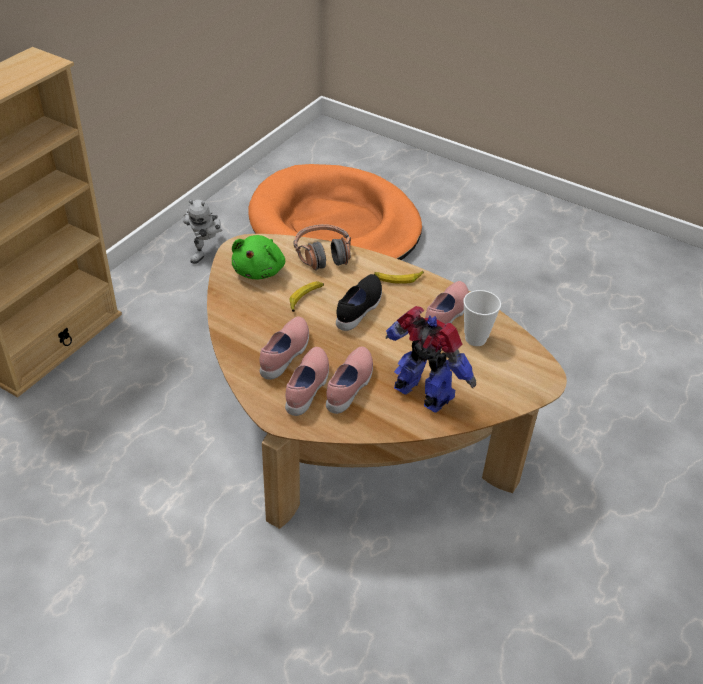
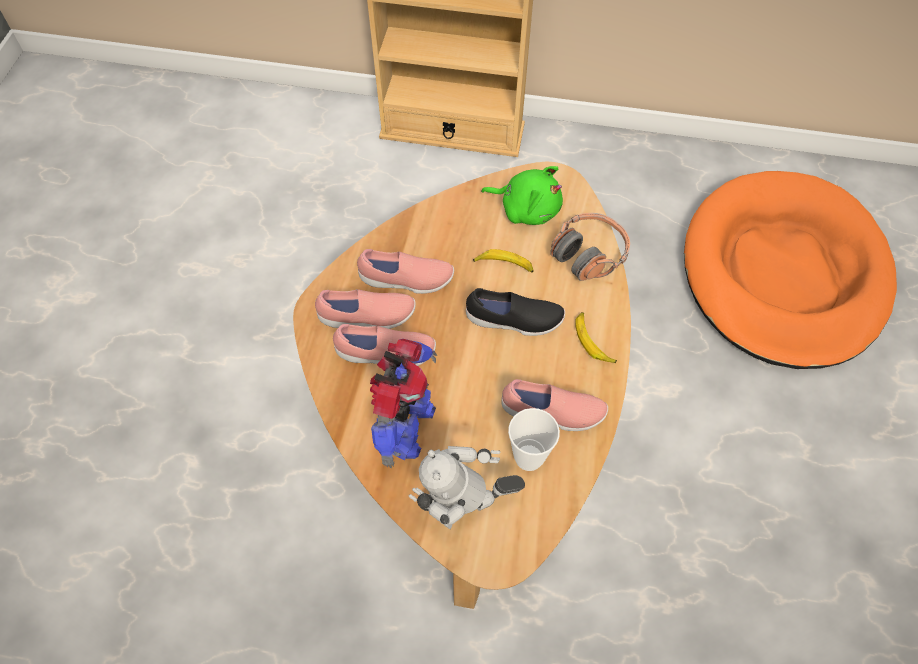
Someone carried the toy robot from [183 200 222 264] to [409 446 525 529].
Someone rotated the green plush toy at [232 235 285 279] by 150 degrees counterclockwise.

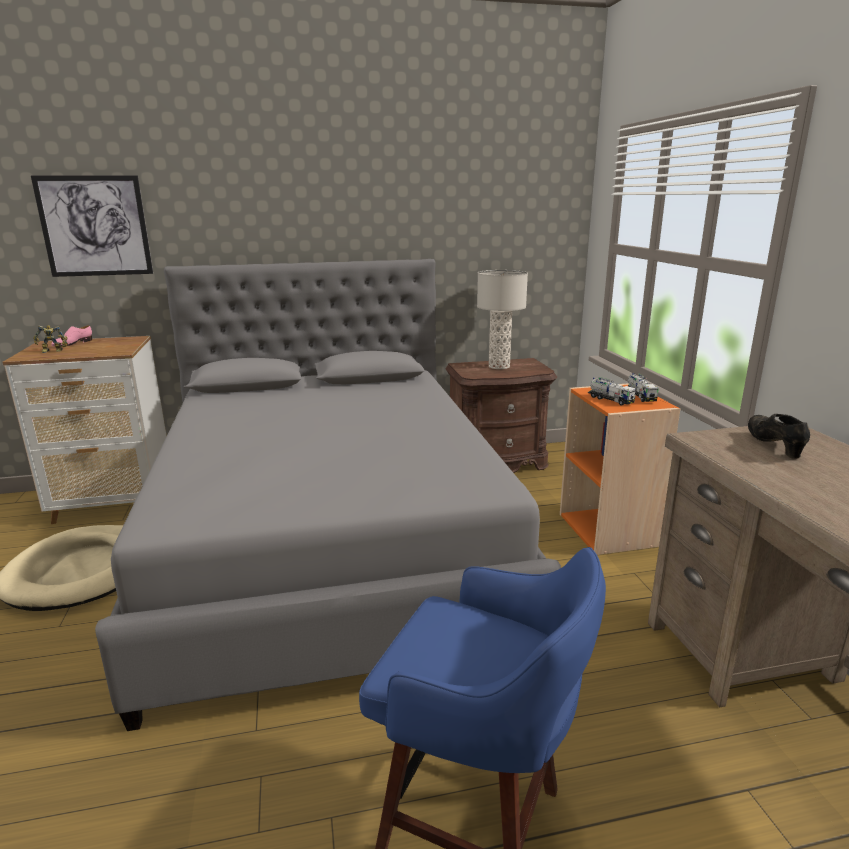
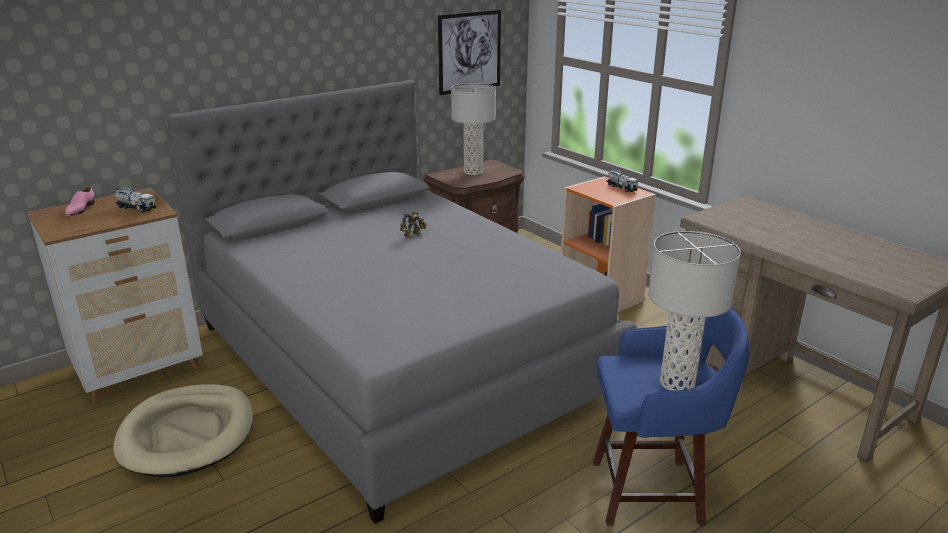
Someone took away the black shoe at [748 414 810 459].
Someone put down the white table lamp at [648 231 741 391].
Someone carried the picture from [31 175 153 277] to [438 10 501 95].
Someone carried the toy robot from [33 325 68 353] to [400 210 427 238].
Someone carried the toy truck from [588 377 636 406] to [115 187 156 213].

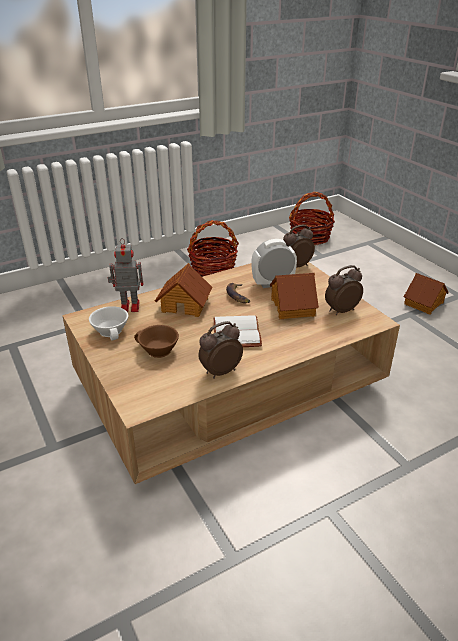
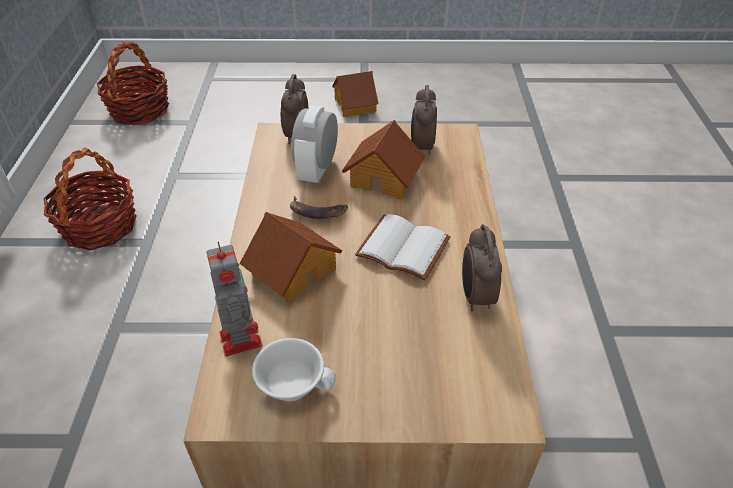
Someone took away the brown cup at [134 325 179 358].
Someone rotated the toy robot at [108 238 143 312] by 135 degrees clockwise.

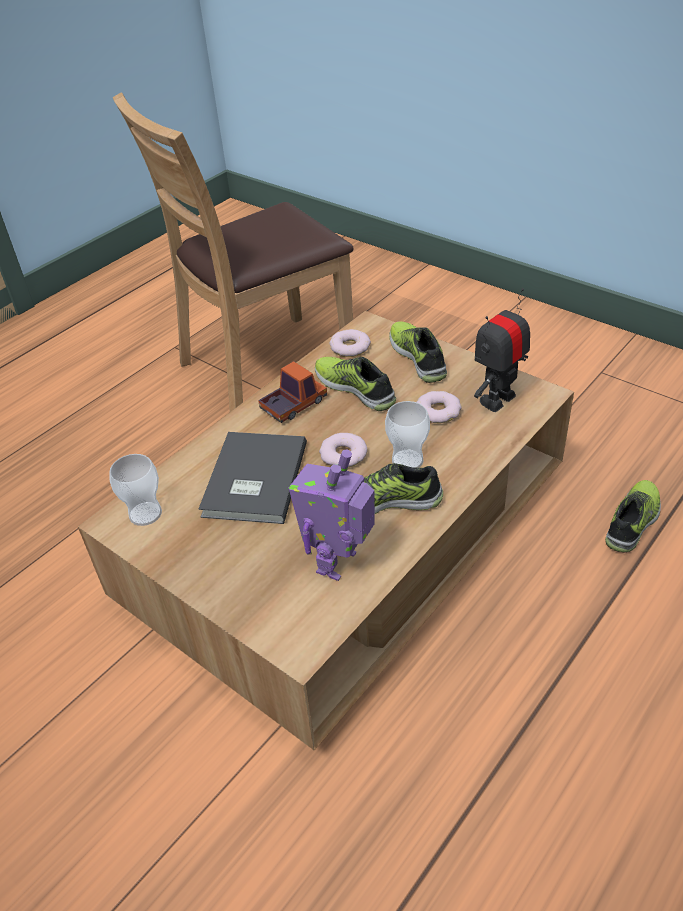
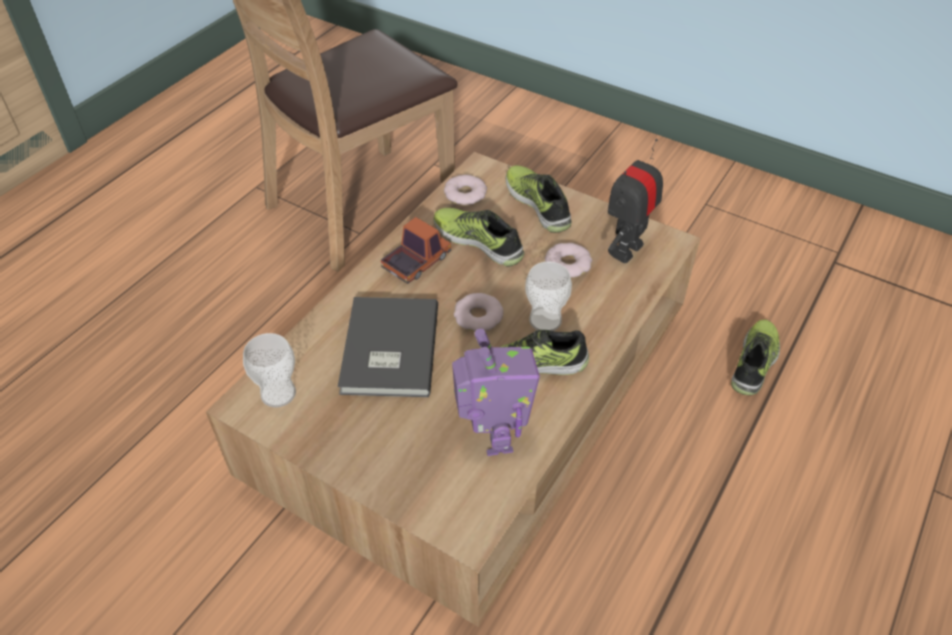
Someone rotated the toy robot at [289 449 375 581] by 150 degrees clockwise.

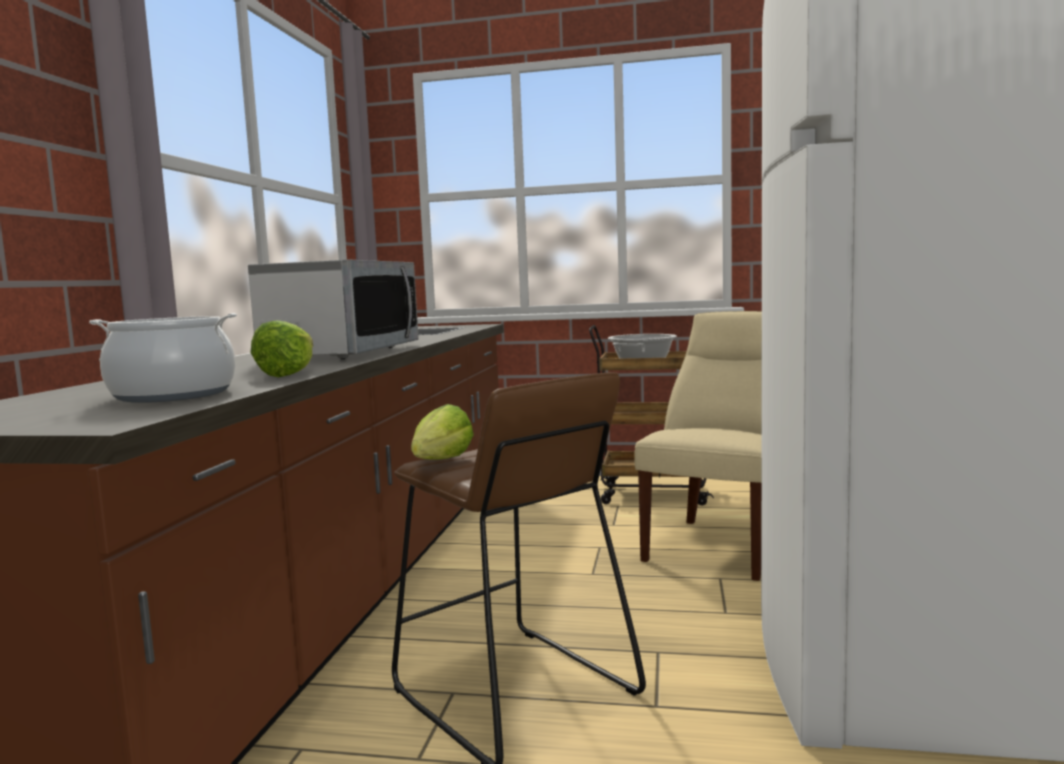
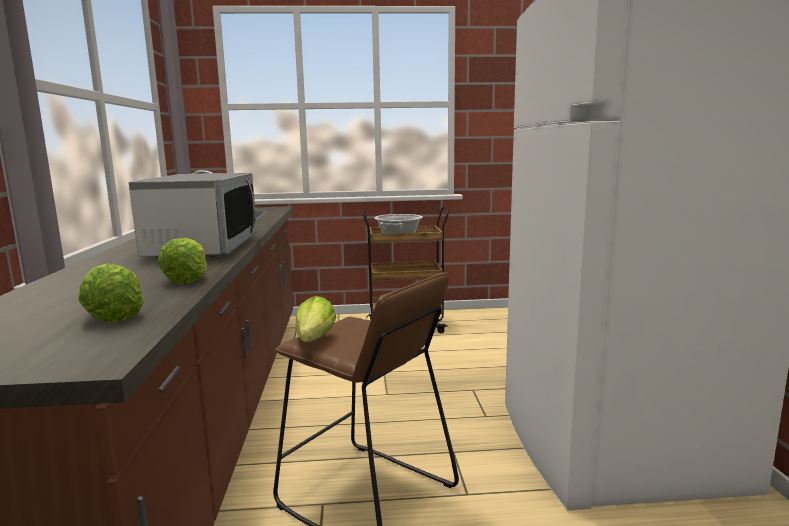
Someone took away the beige chair at [634 311 762 581].
Someone swapped the cooking pot at [89 313 237 403] for the lettuce at [79 263 144 322].

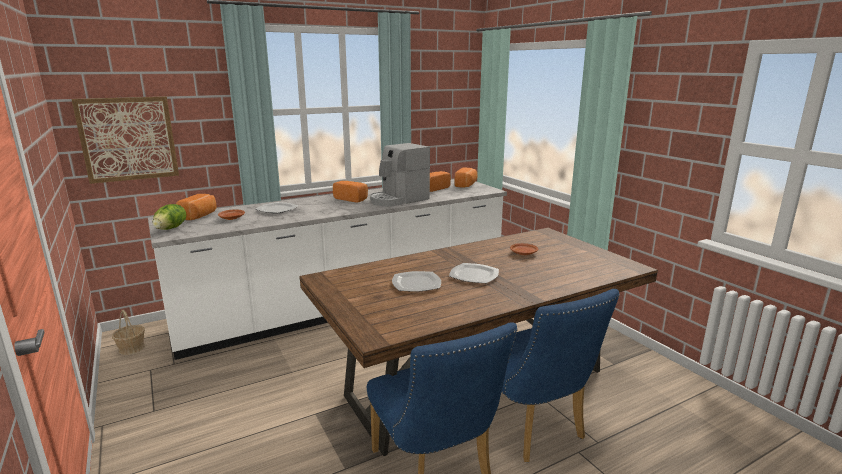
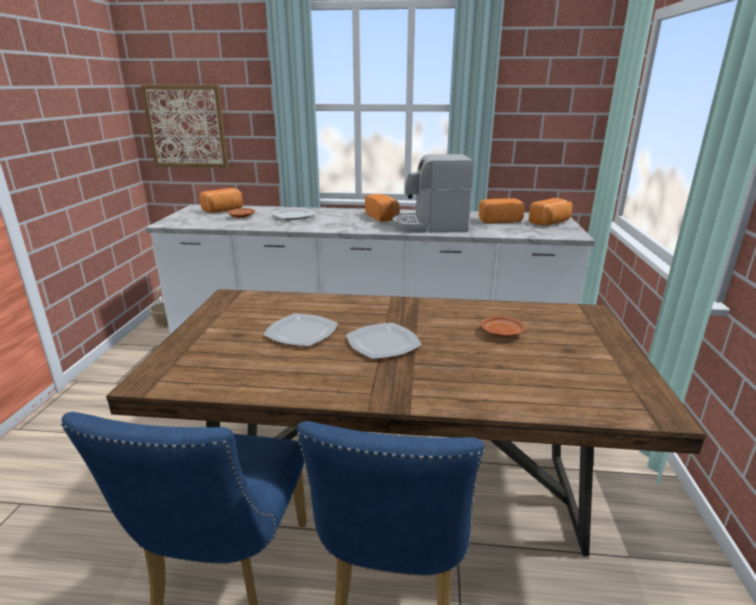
Someone took away the lettuce at [153 204 186 230].

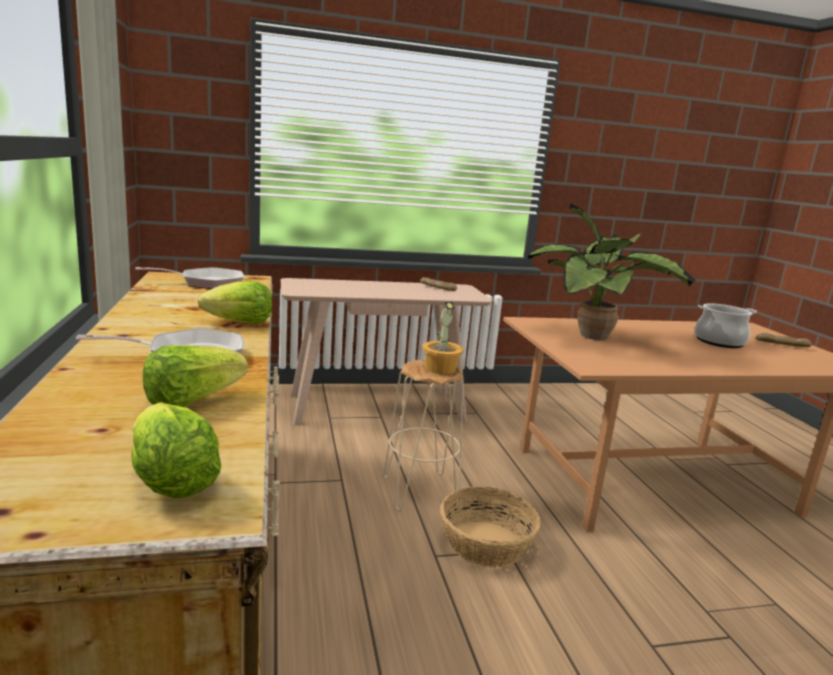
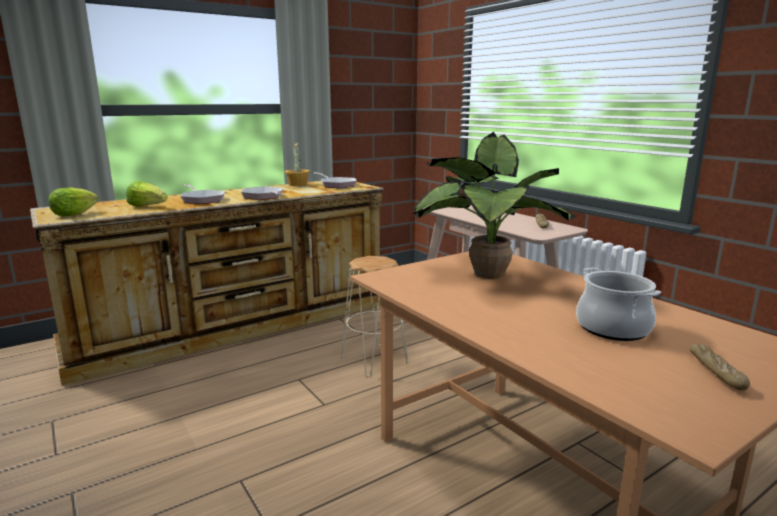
Someone took away the basket at [440 486 541 568].
Someone carried the potted plant from [422 302 464 374] to [285 142 310 186].
Someone swapped the lettuce at [198 281 272 324] for the frying pan at [241 186 283 200].

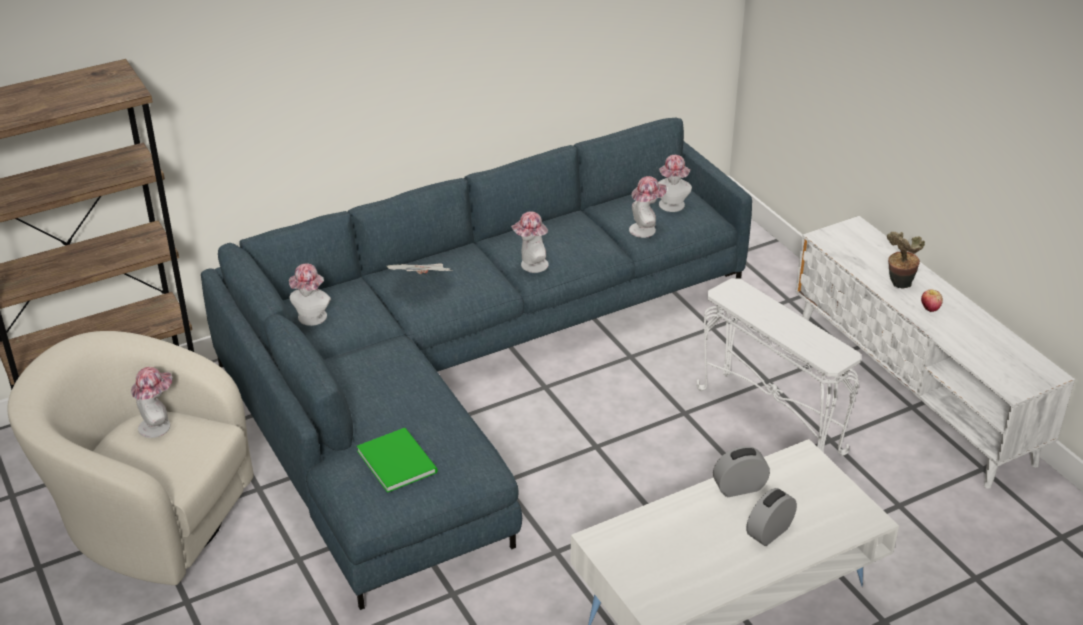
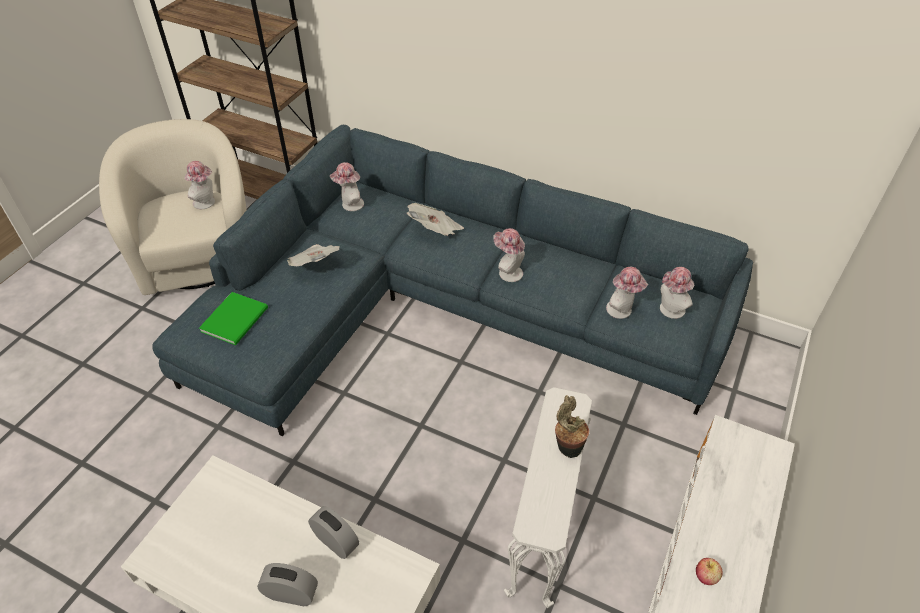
Someone put down the newspaper at [287 244 340 266].
Someone carried the potted plant from [887 232 925 289] to [555 395 589 458].

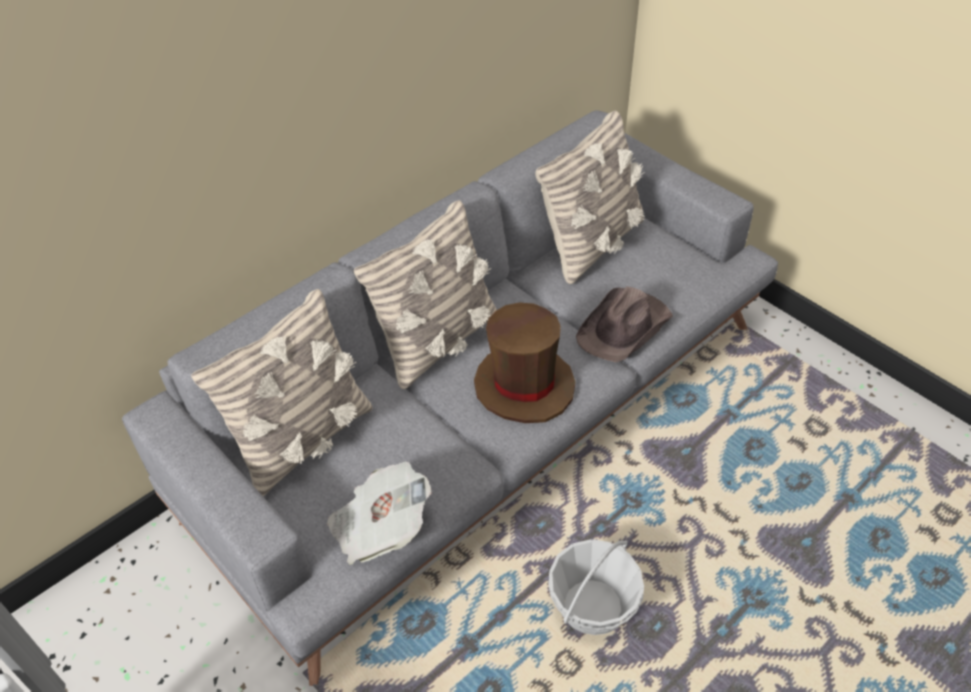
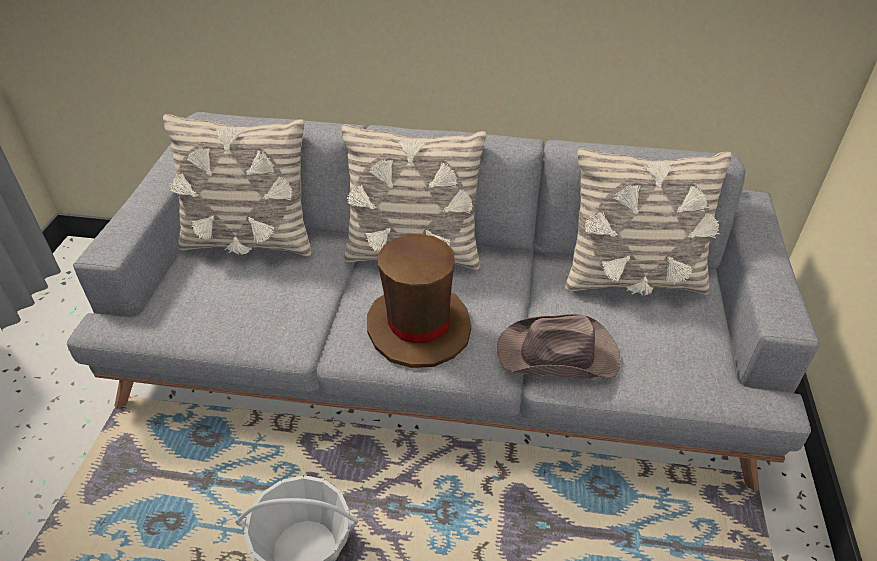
Someone took away the newspaper at [327 462 432 565].

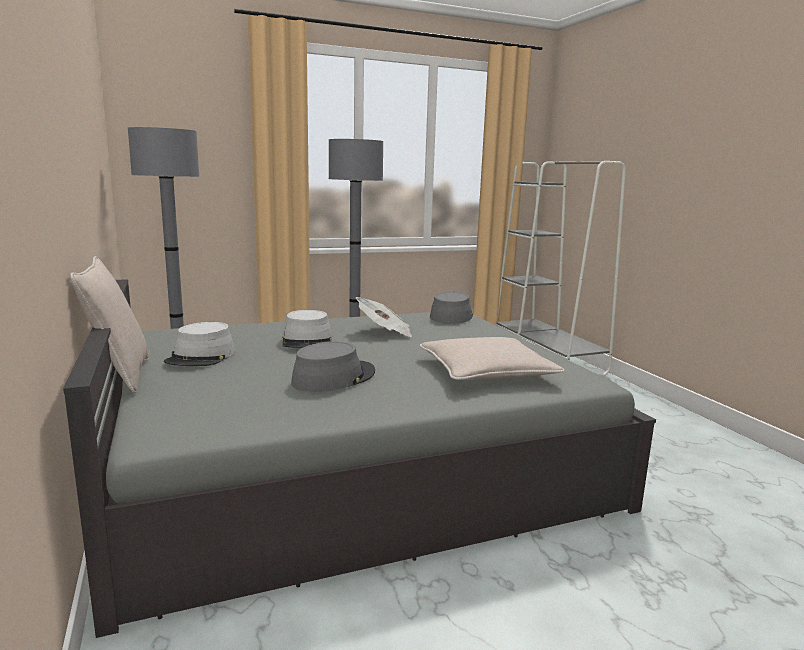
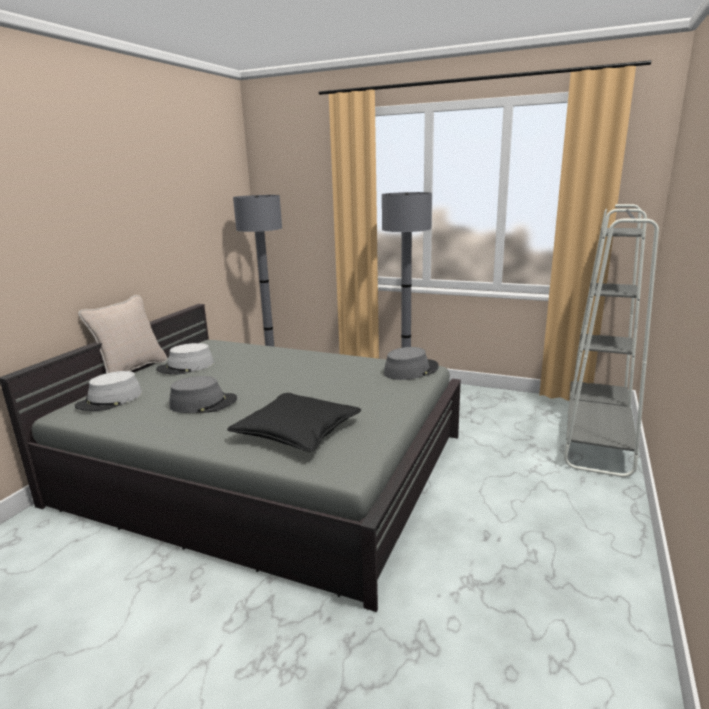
Someone took away the newspaper at [356 297 412 337].
Someone carried the grey hat from [282 310 333 348] to [75 371 142 411].
Someone repainted the beige pillow at [420 337 564 380], which became the black pillow at [227 393 361 452].

